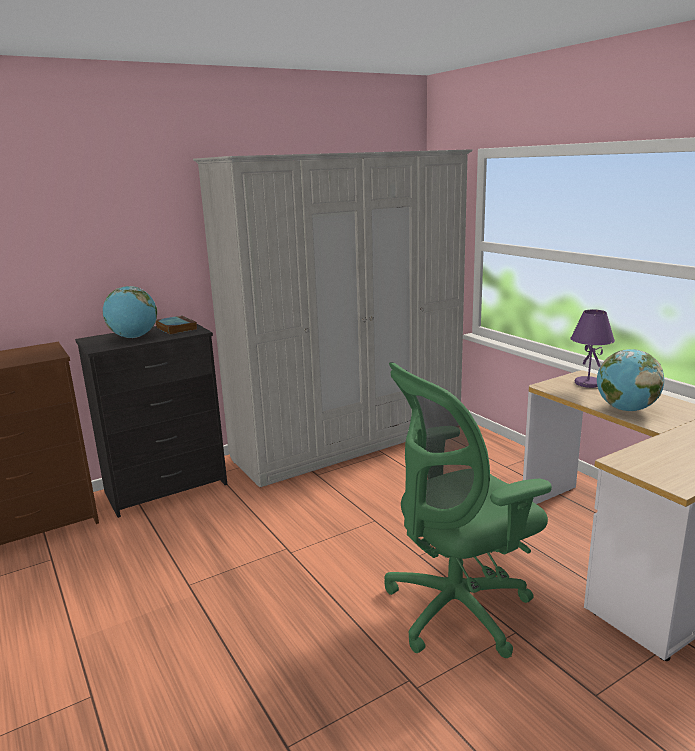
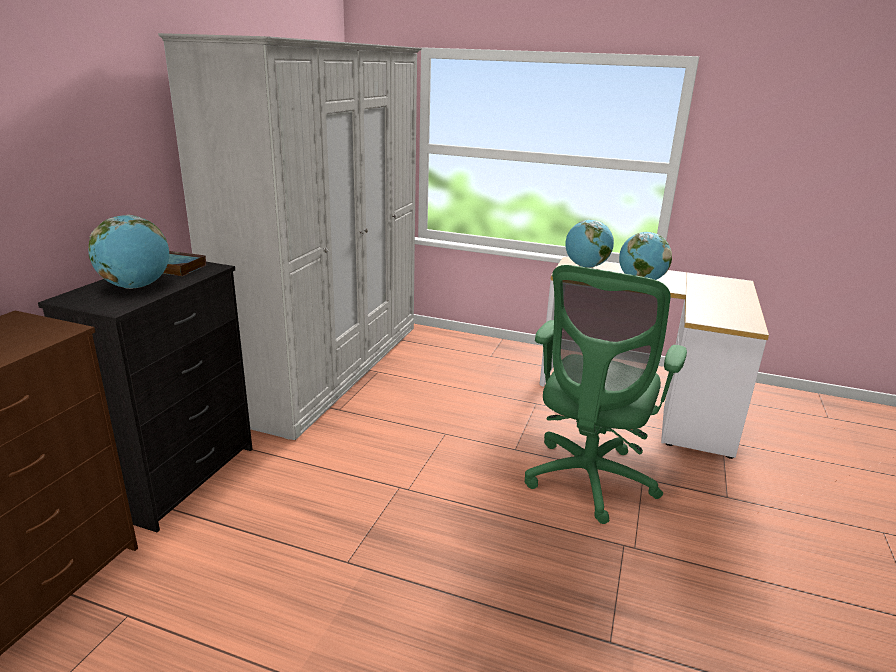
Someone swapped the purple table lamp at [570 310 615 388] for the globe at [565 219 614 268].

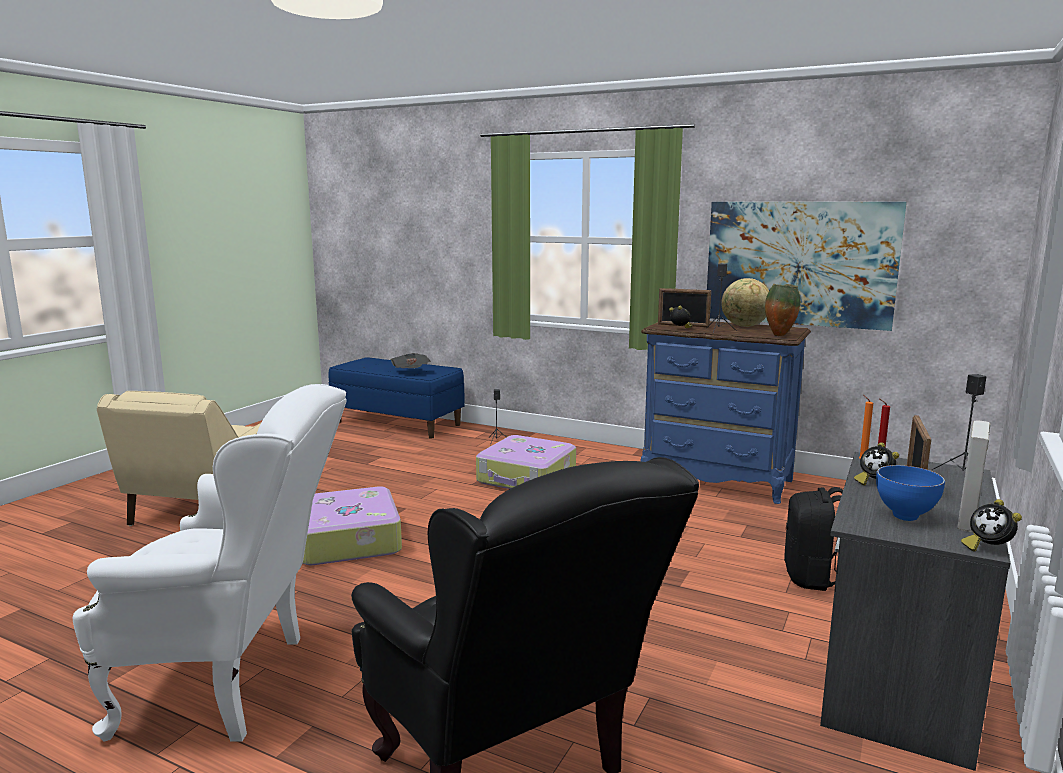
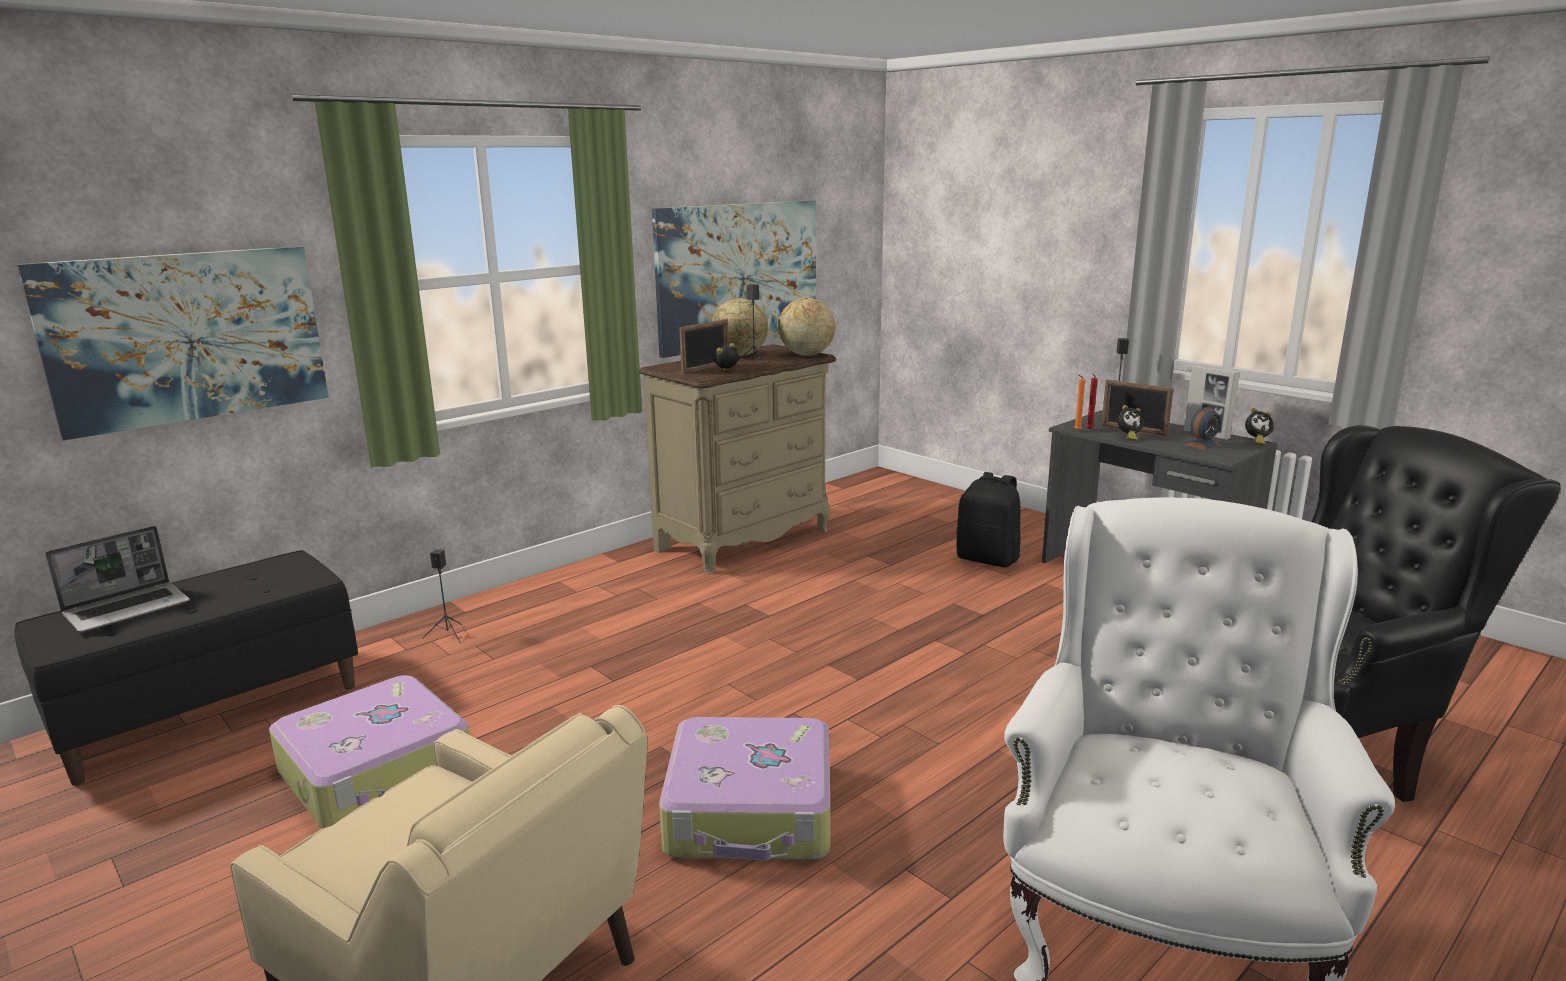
Someone took away the newspaper at [390 353 430 368].
Someone put up the picture at [17 246 329 440].
Someone put down the laptop at [45 526 190 632].
Someone carried the suitcase from [476 435 576 489] to [269 675 470 829].
Someone swapped the vase at [765 284 800 336] for the globe at [778 298 835 356].
Someone swapped the blue bowl at [876 465 945 521] for the alarm clock at [1185 407 1221 450].
Someone repainted the blue bench at [328 357 465 439], which became the black bench at [14 550 358 786].
Someone repainted the blue dresser at [640 321 811 504], which became the beige dresser at [639 344 836 574].

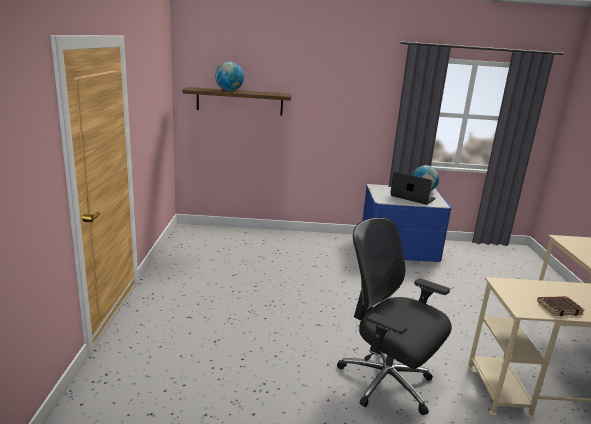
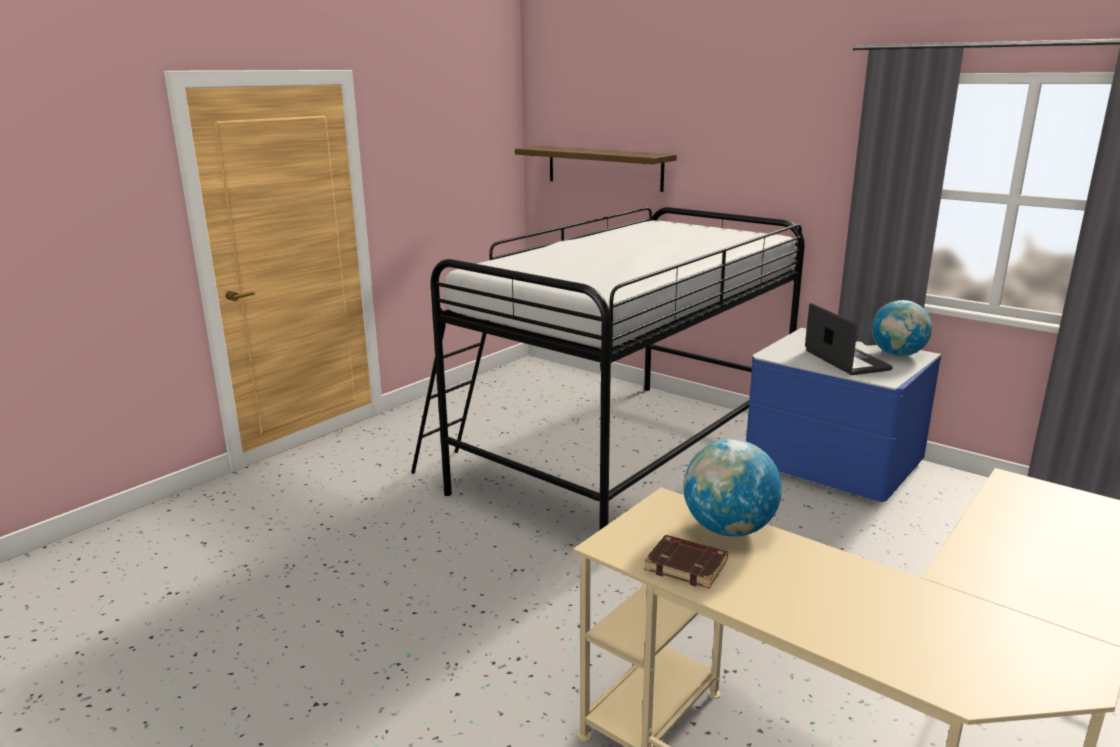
Someone took away the office chair at [337 217 452 415].
Someone put down the black bed at [411 207 805 530].
Someone carried the globe from [215 62 244 91] to [683 439 782 537].

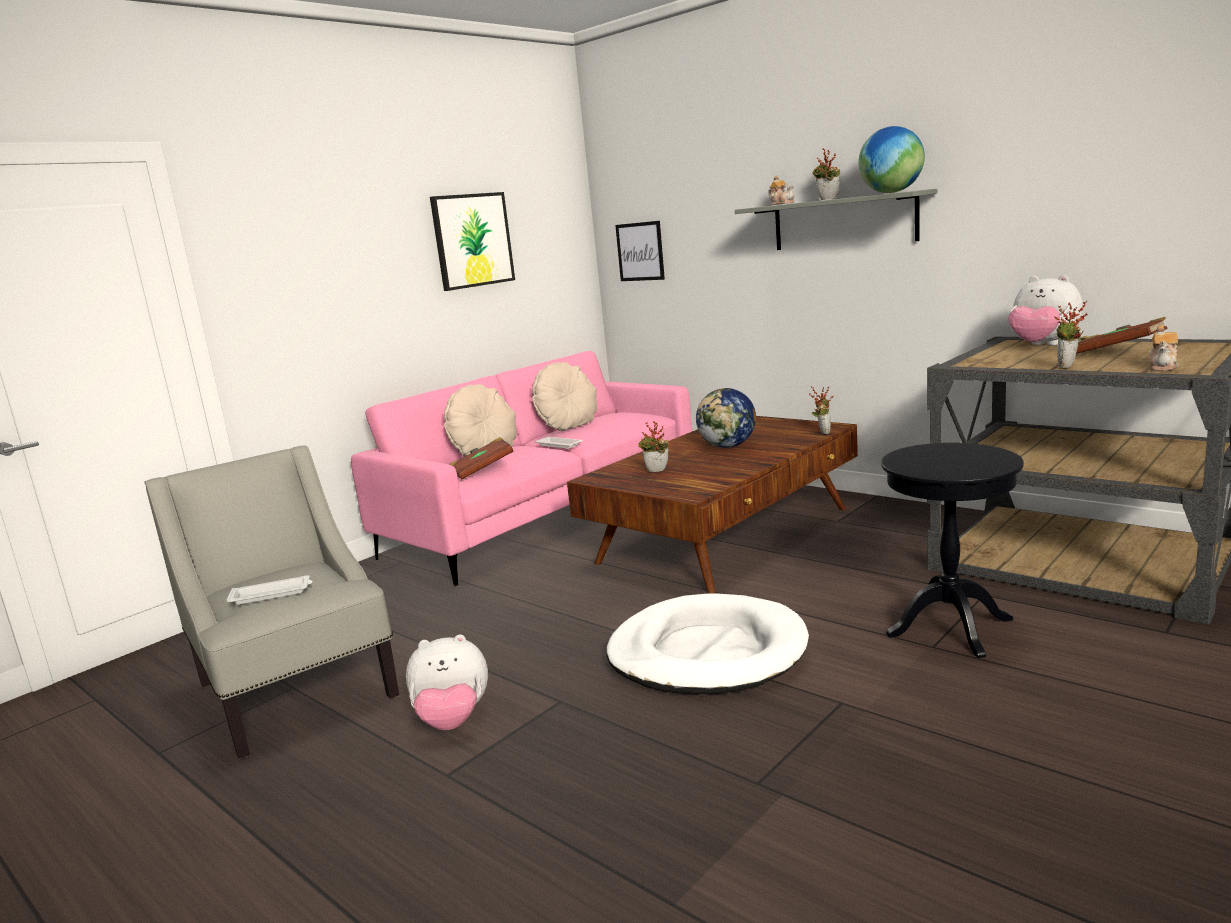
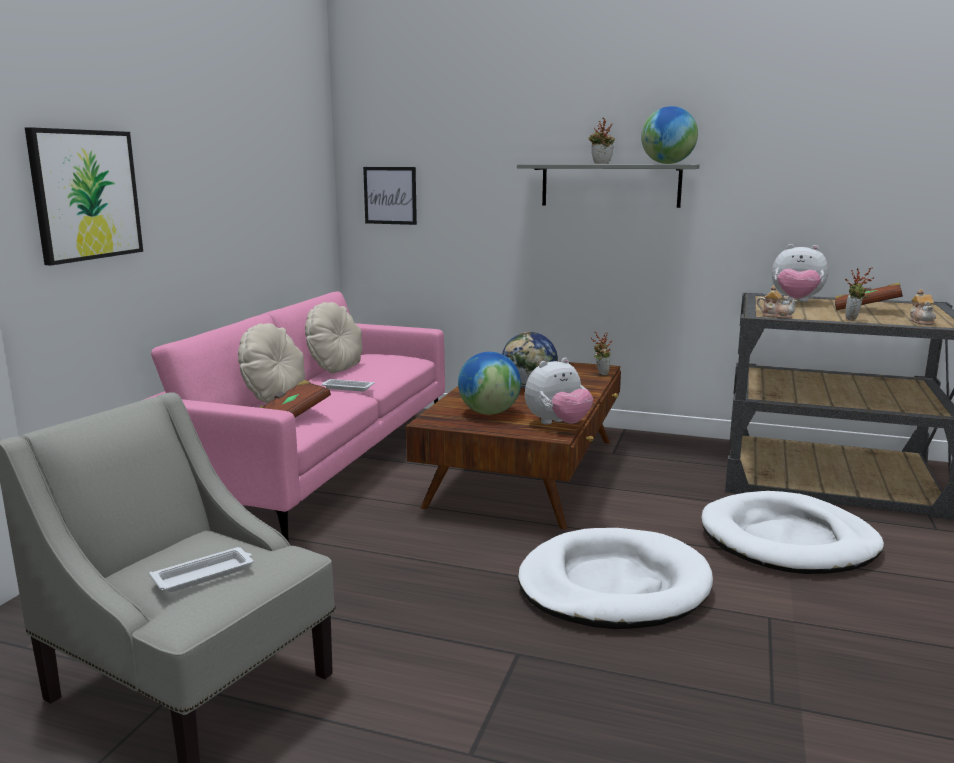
Someone carried the plush toy from [406 634 488 730] to [525 358 593 424].
Someone carried the picture from [430 192 515 291] to [25 127 143 265].
Someone carried the teapot from [768 175 794 205] to [757 285 798 319].
Someone swapped the potted plant at [638 421 668 472] for the globe at [458 352 521 415].
Someone swapped the black side table at [881 443 1024 658] for the white dog bed at [702 491 884 574].

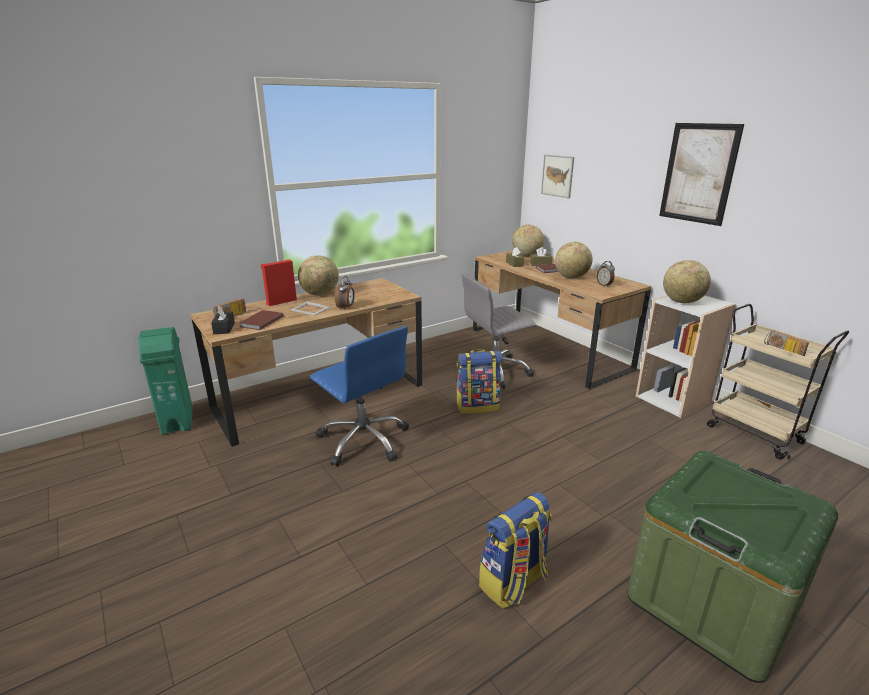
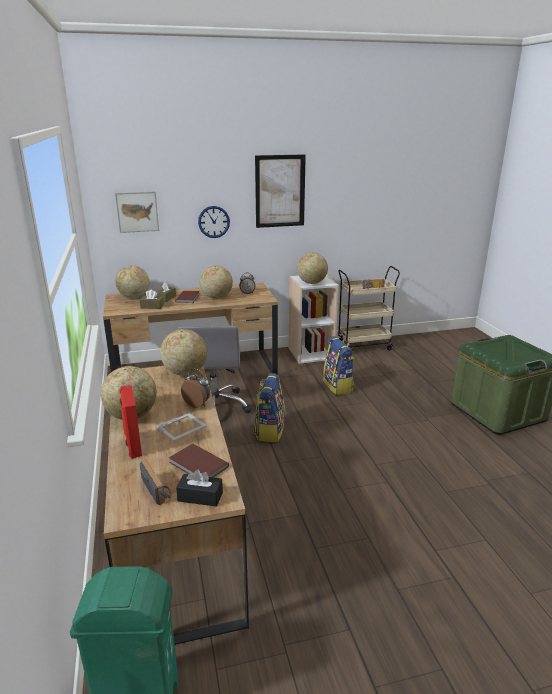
Someone took away the blue office chair at [310 326 409 466].
Someone put down the globe at [160 329 207 376].
Someone put up the wall clock at [198 206 230 238].
Someone carried the backpack from [479 492 552 609] to [323 336 354 395].

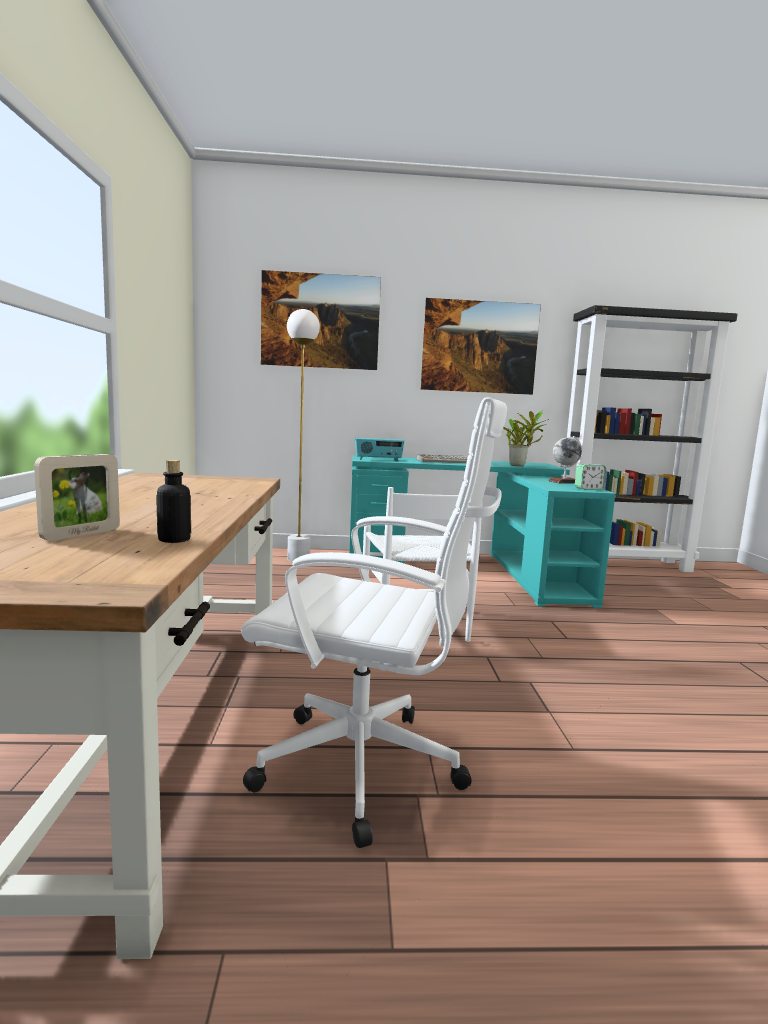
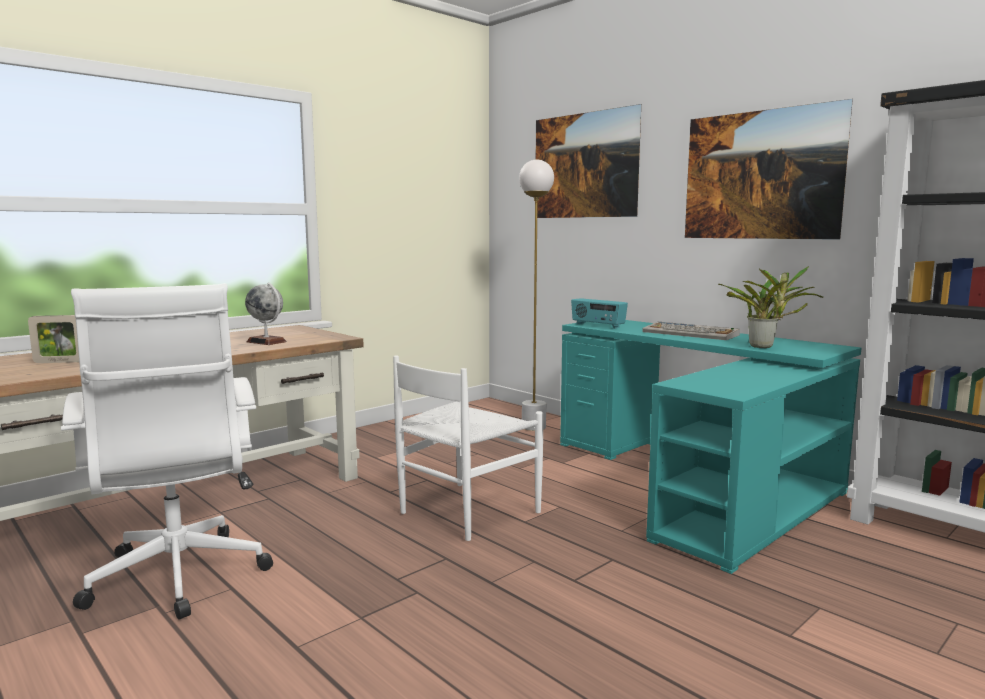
Someone took away the bottle at [156 460 191 543].
Someone took away the alarm clock at [575 464 606 490].
Someone carried the globe from [548 436 582 483] to [245 283 287 345].

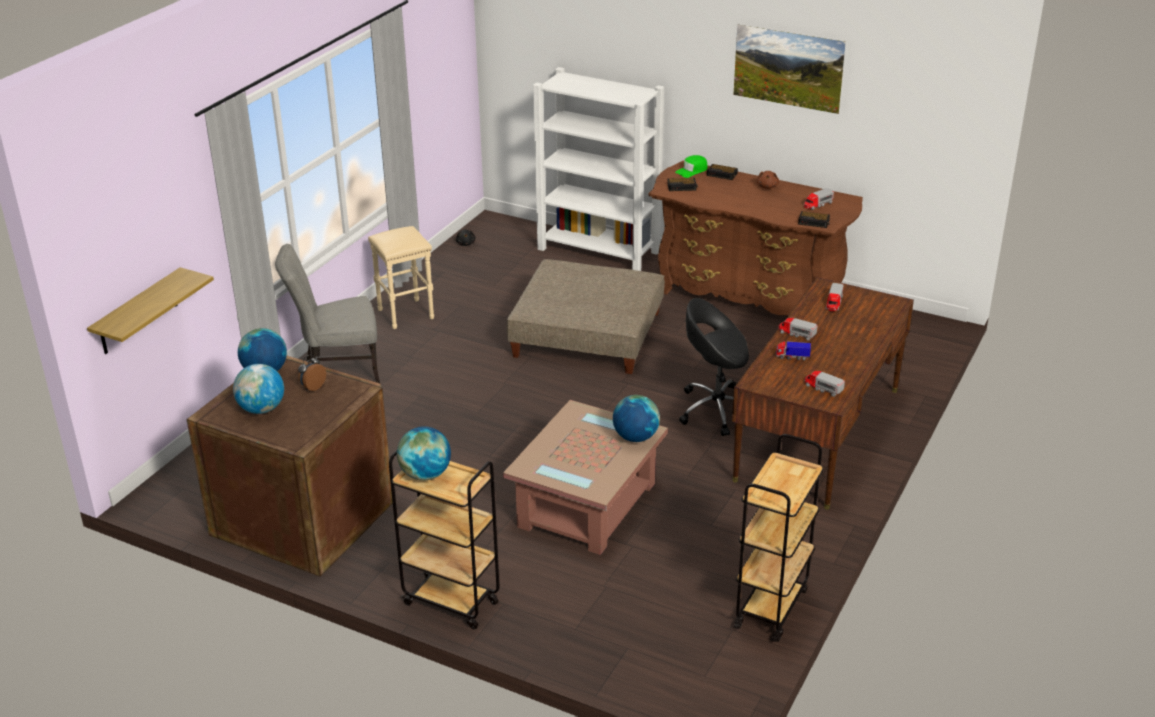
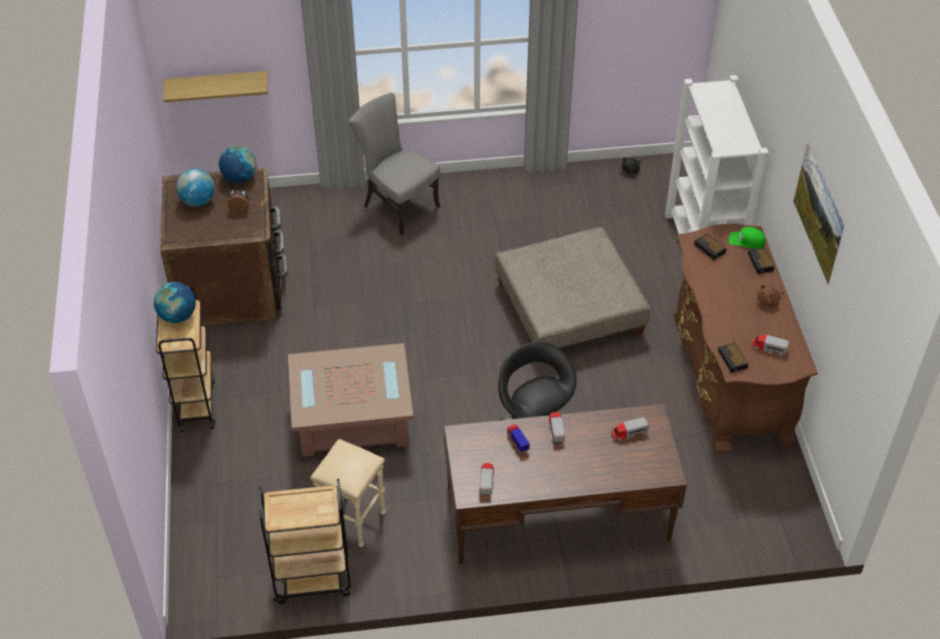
Someone took away the globe at [613 395 660 442].
Someone carried the beige stool from [368 226 434 329] to [311 439 386 547].

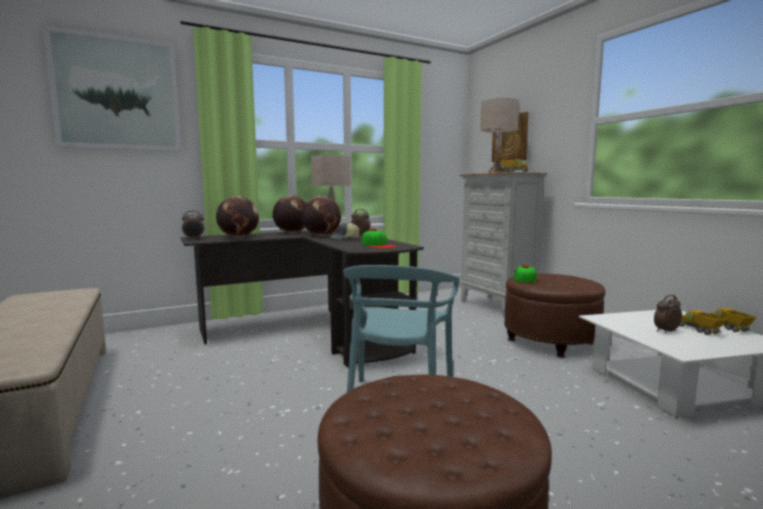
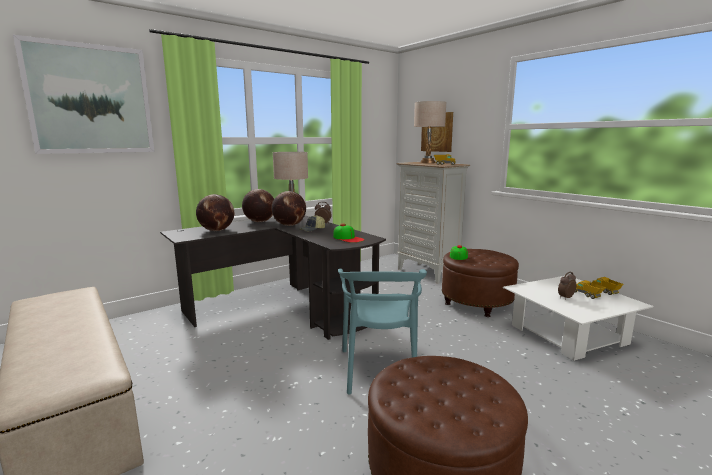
Someone took away the alarm clock at [182 211 204 239].

